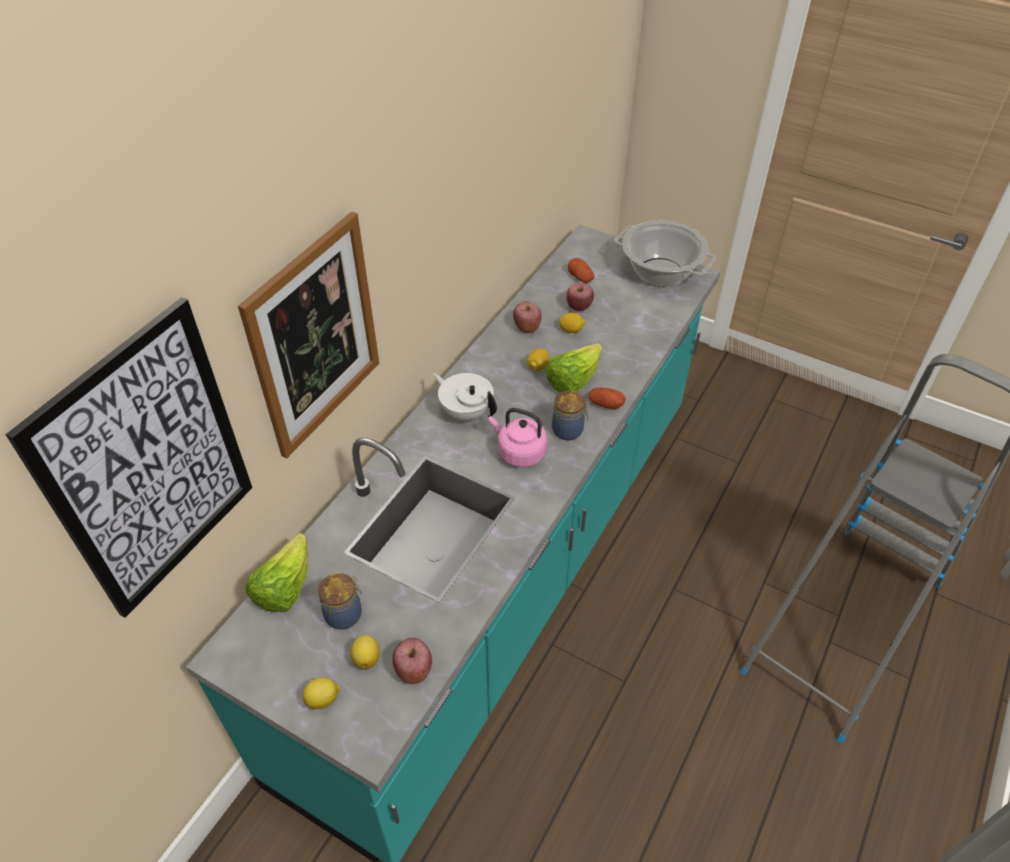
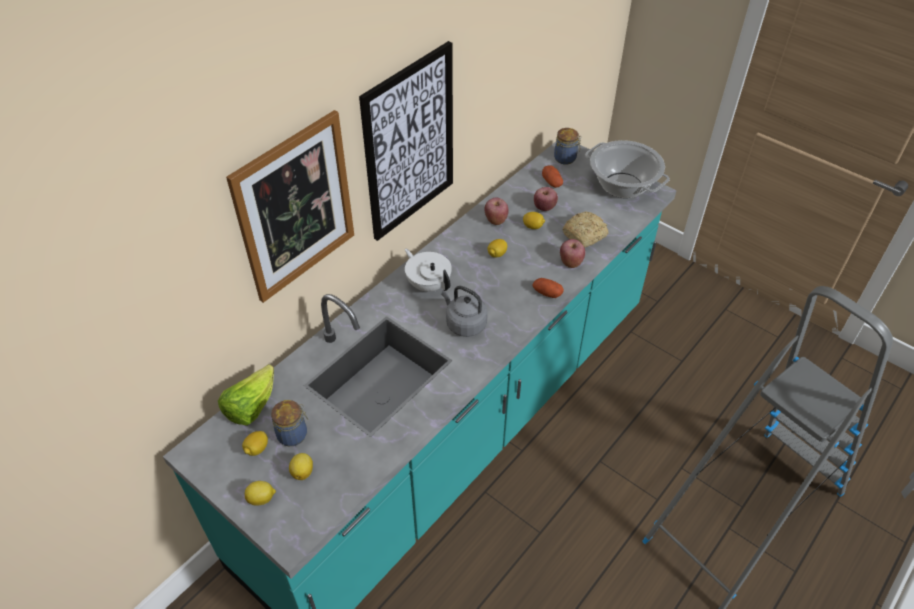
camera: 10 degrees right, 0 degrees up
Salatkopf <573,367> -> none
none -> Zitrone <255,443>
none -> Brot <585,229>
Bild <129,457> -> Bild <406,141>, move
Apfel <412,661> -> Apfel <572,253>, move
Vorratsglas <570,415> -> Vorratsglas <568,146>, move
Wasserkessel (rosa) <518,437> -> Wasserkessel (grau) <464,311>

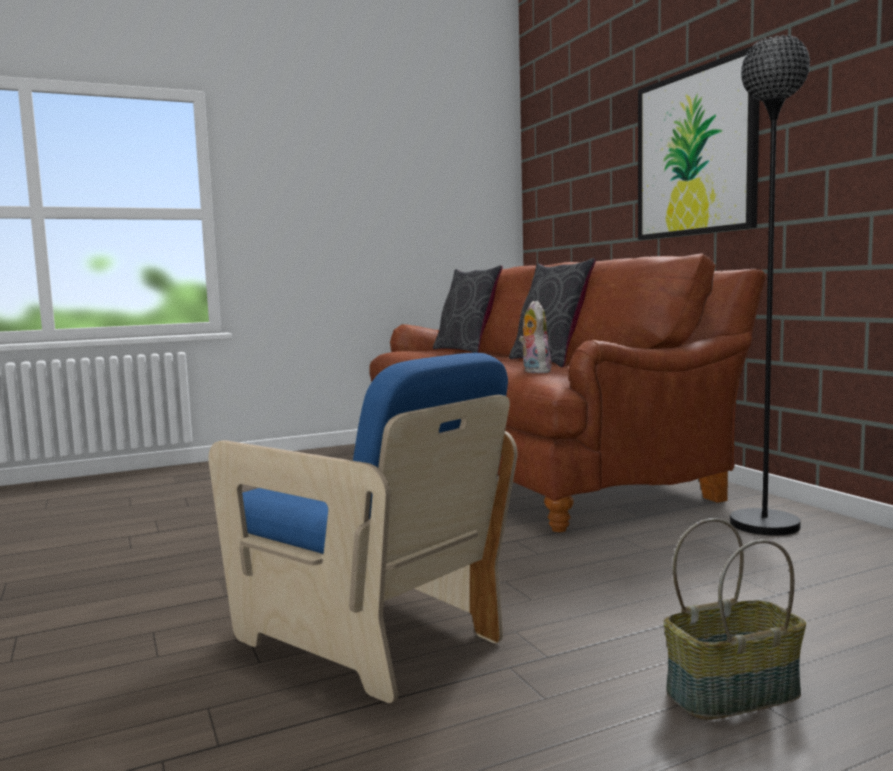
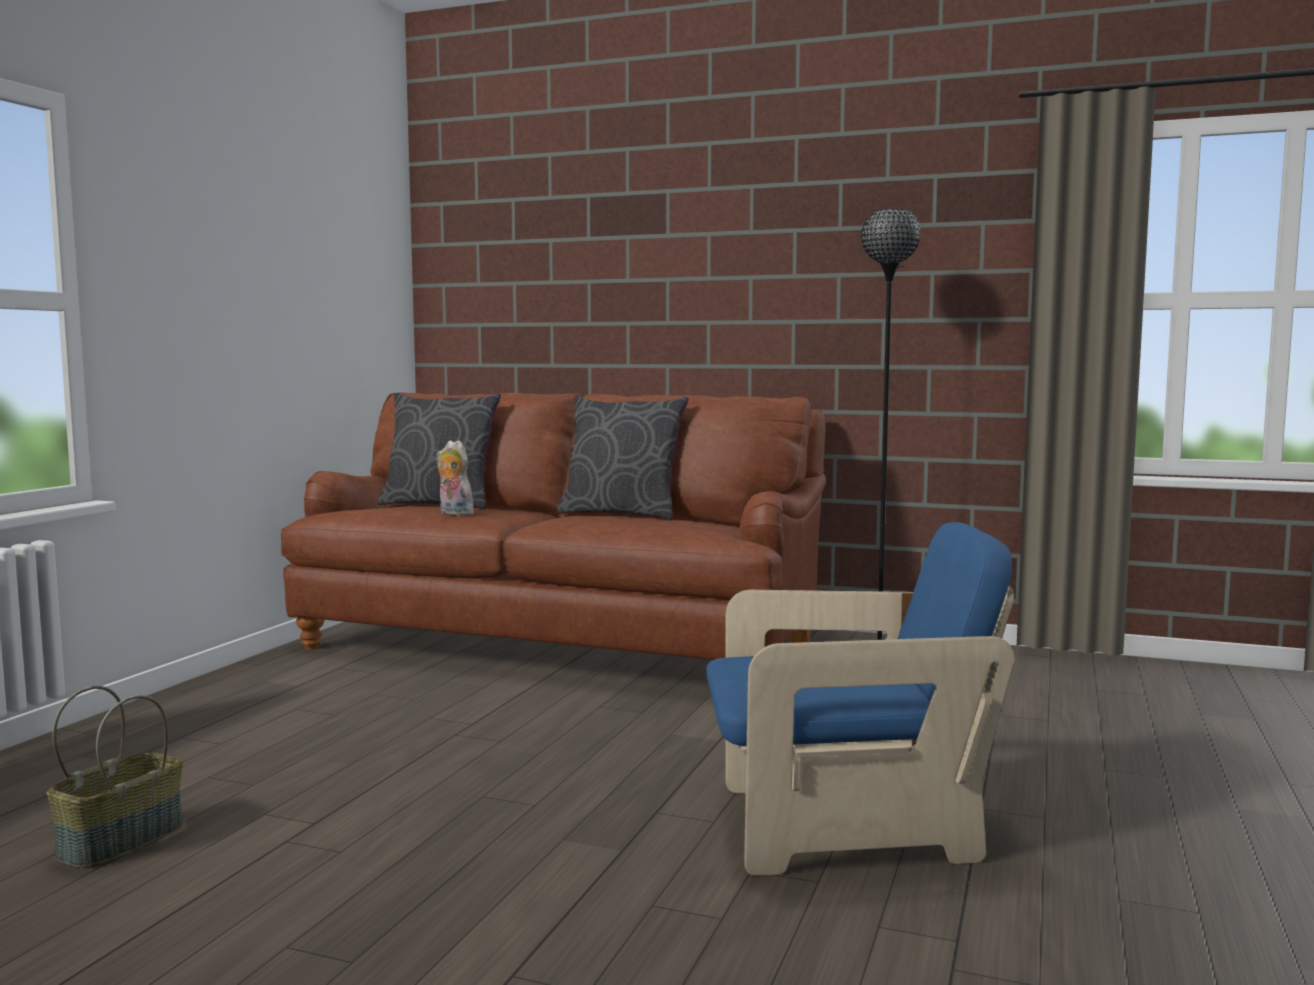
camera: 45 degrees left, 0 degrees up
Bild <698,143> -> none
Plüschtier <535,337> -> Plüschtier <455,478>, move
Korb <734,619> -> Korb <115,777>, move

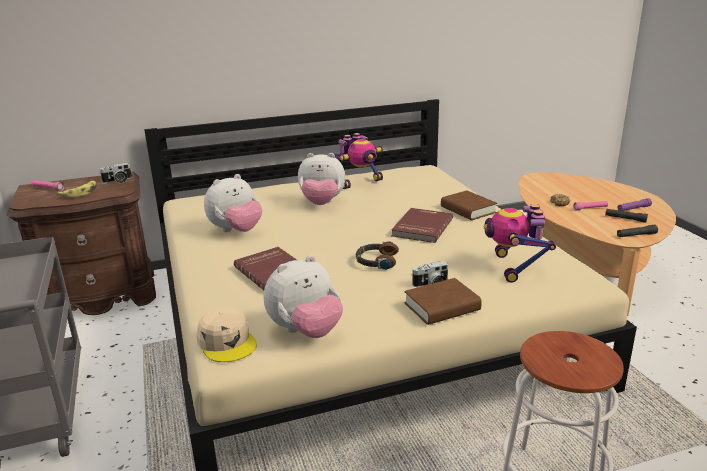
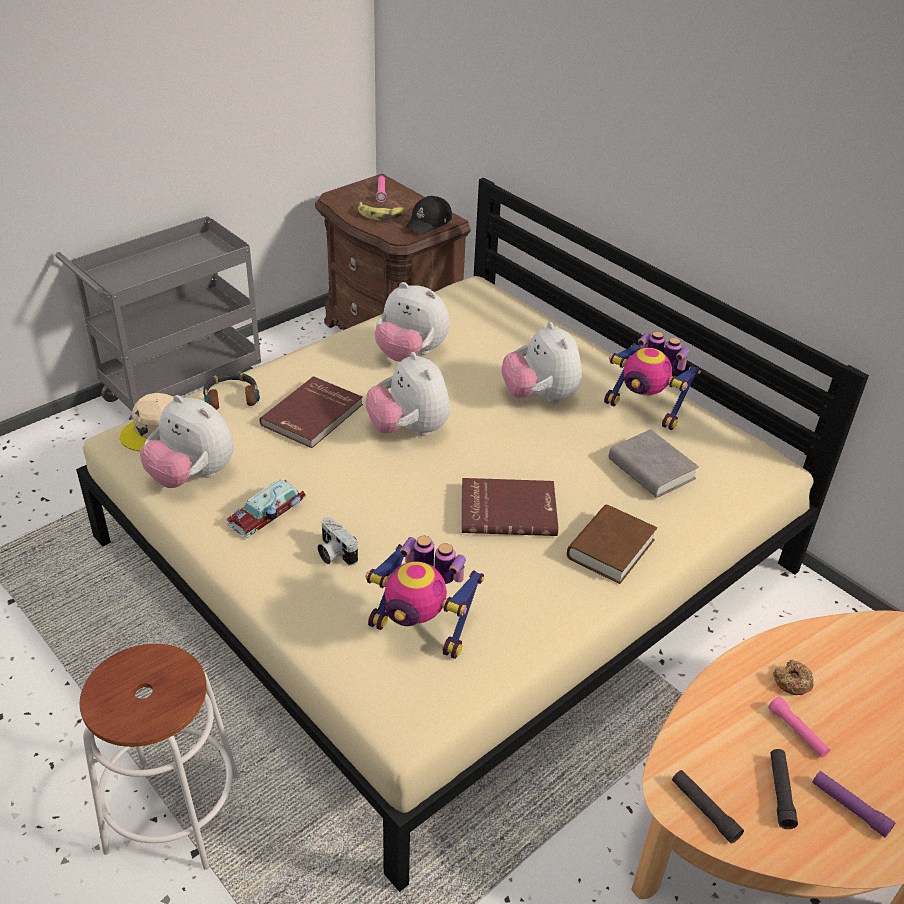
camera: 65 degrees right, 15 degrees up
Buch (braun) <443,301> -> none
none -> Spielzeugauto <266,508>
none -> Plüschtier <408,394>
none -> Buch (grau) <654,463>
Kopfhörer <377,255> -> Kopfhörer <231,391>, move
Kamera <116,172> -> Kappe (schwarz) <429,215>
Spielzeugroboter <520,243> -> Spielzeugroboter <424,597>, 135 degrees counterclockwise

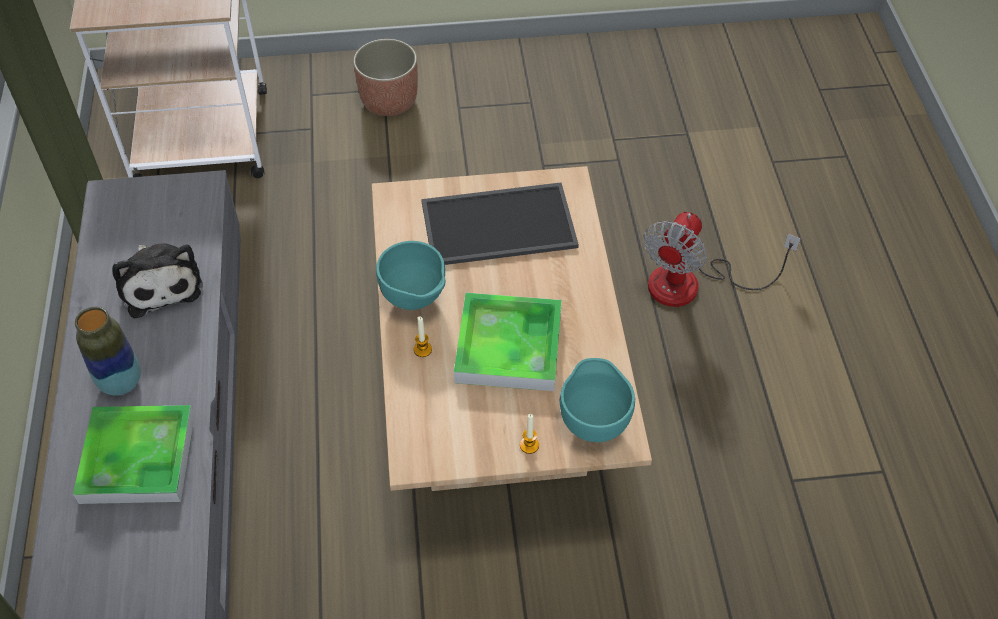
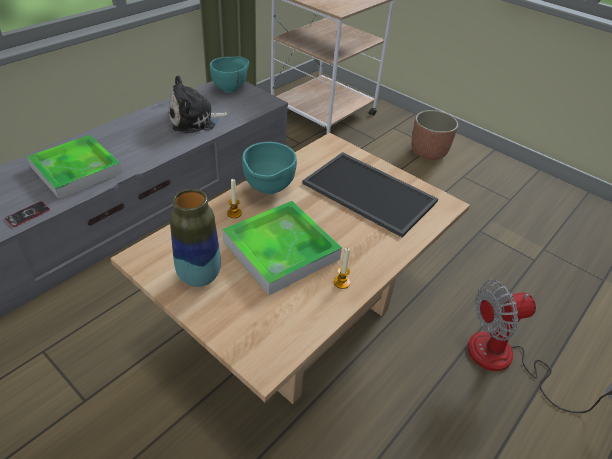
camera: 45 degrees right, 10 degrees down
none -> Handy <27,214>
Vase <108,351> -> Vase <195,238>, move
Kerze <529,434> -> Kerze <342,268>, move
Schüssel (türkis) <597,400> -> Schüssel (türkis) <229,74>, move
Plüschtier <157,281> -> Plüschtier <199,104>, 45 degrees clockwise

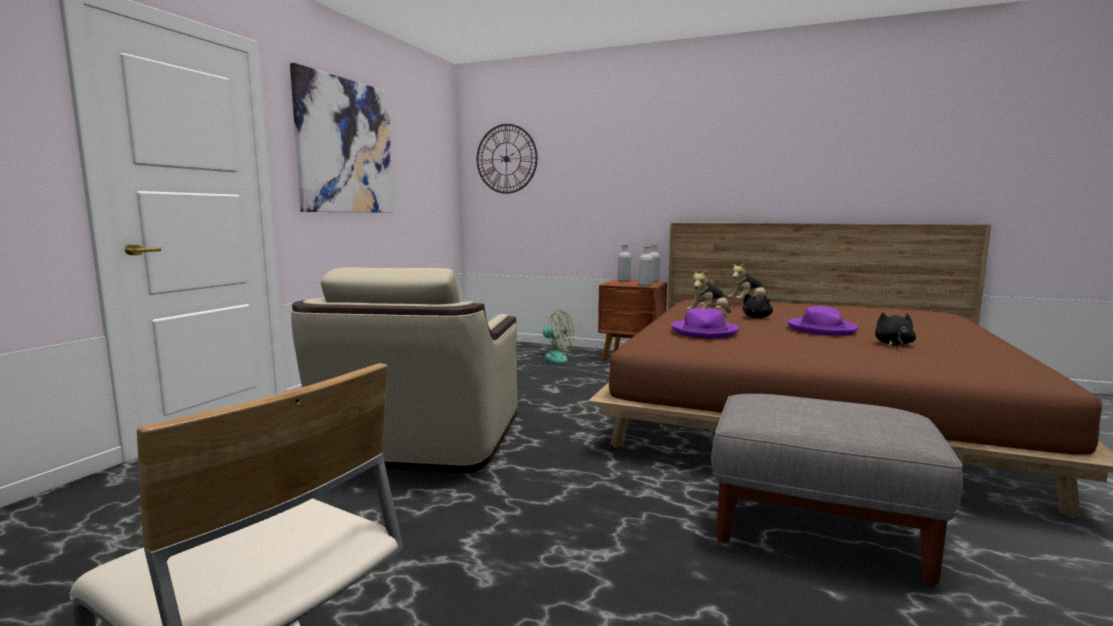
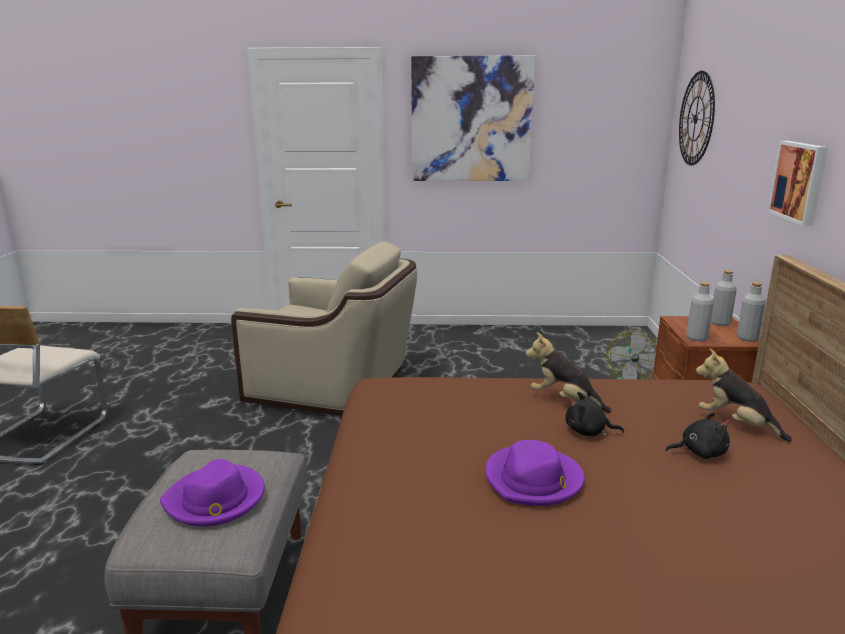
camera: 70 degrees right, 10 degrees up
none -> Bild <797,183>
Hut (lila) <705,323> -> Hut (lila) <212,493>, move
Plüschtier (schwarz) <895,330> -> Plüschtier (schwarz) <697,435>, move
Sessel (beige) <404,370> -> Sessel (beige) <324,329>, 150 degrees counterclockwise

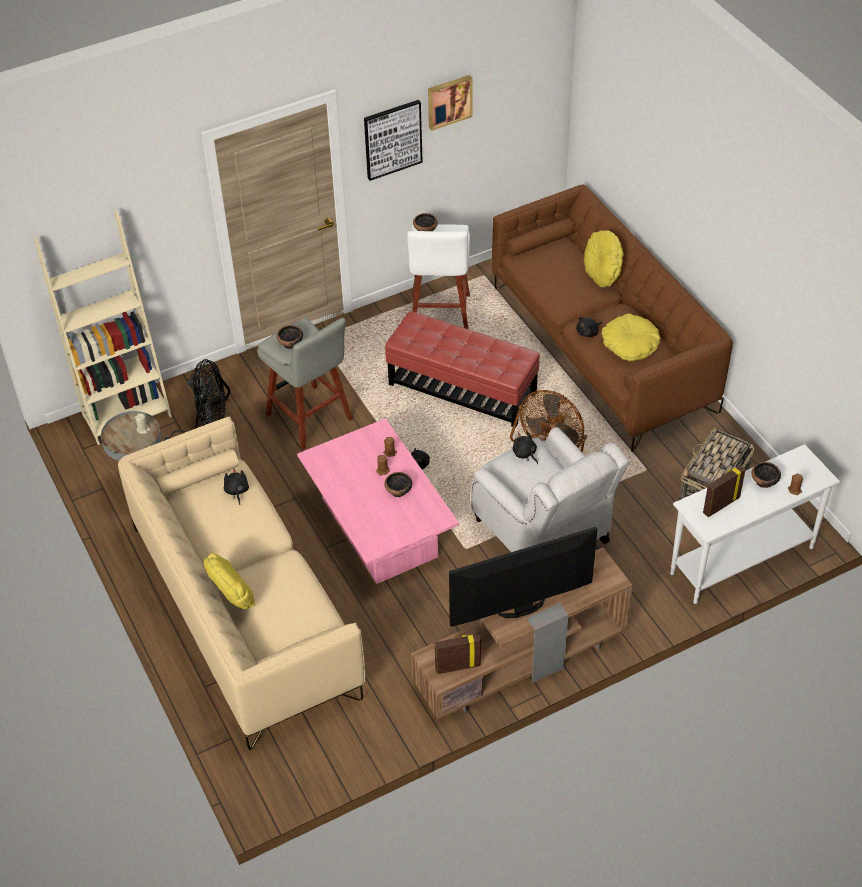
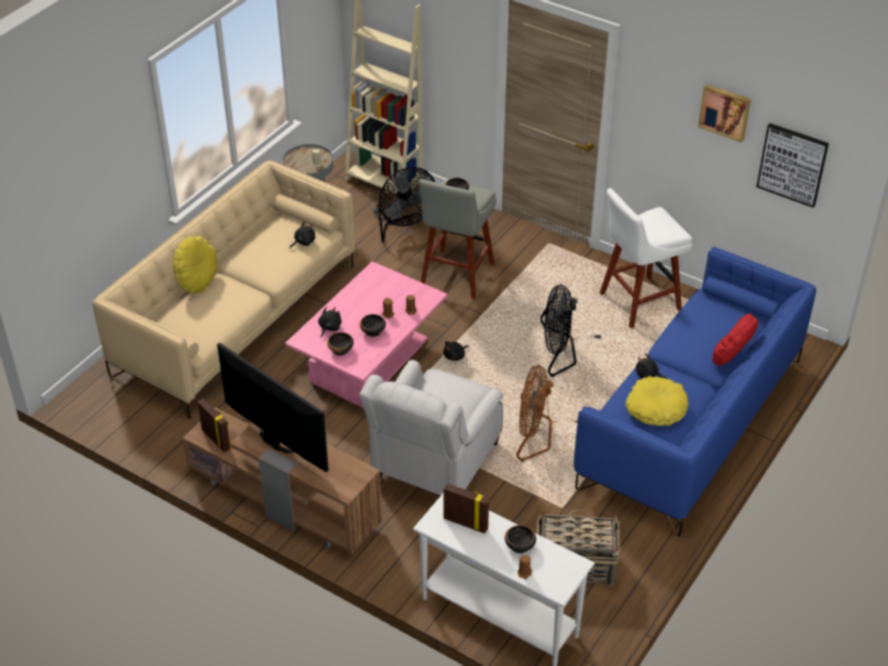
camera: 60 degrees right, 5 degrees down
Bild <393,140> -> Bild <792,165>, move
Schüssel <425,222> -> Schüssel <340,344>, move
Plüschtier (schwarz) <525,448> -> Plüschtier (schwarz) <330,322>, move
Polsterhocker (rot) <462,369> -> Ventilator (schwarz) <571,330>
Sofa (braun) <612,318> -> Sofa (blau) <695,392>
Kissen (gelb) <604,258> -> Kissen (rot) <735,340>

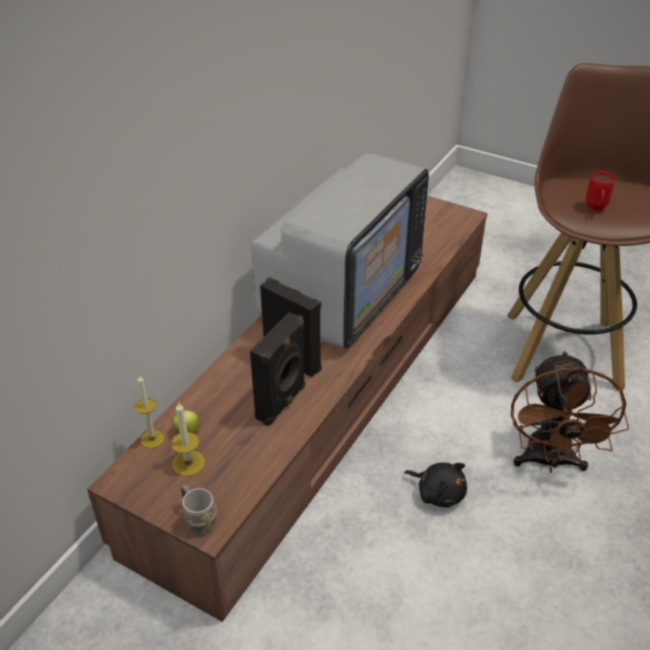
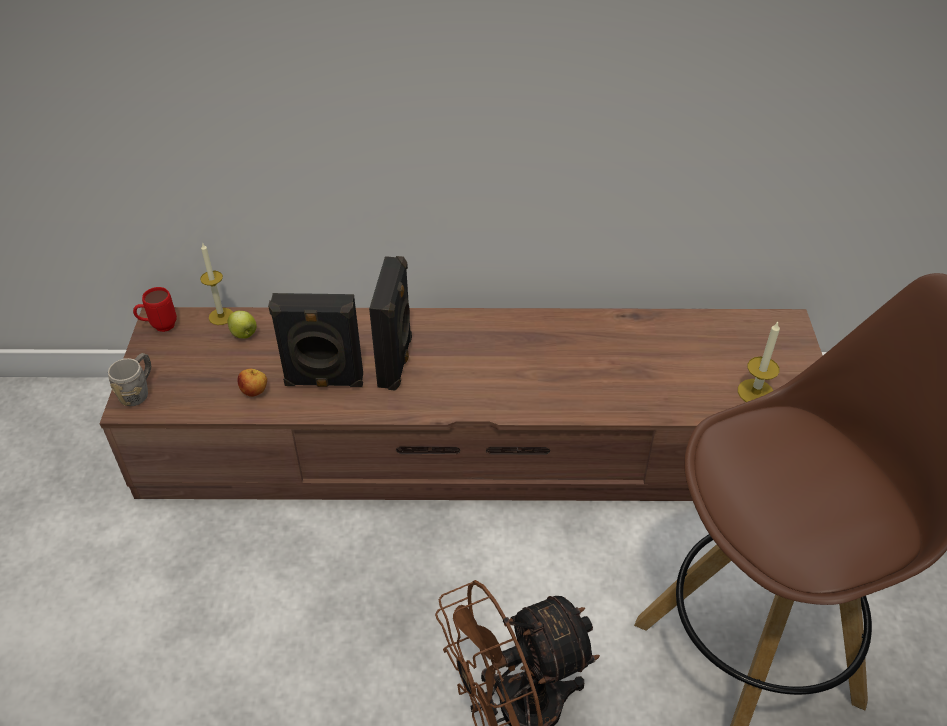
camera: 60 degrees right, 5 degrees up
Fernseher <340,251> -> none
Plüschtier (schwarz) <436,485> -> none
none -> Apfel <252,383>
Kerze <188,438> -> Kerze <759,362>, move
Henkelbecher (rot) <600,191> -> Henkelbecher (rot) <155,309>, move

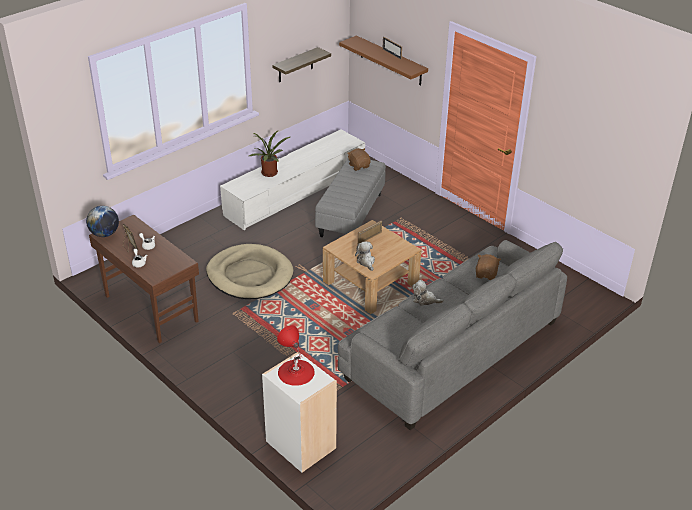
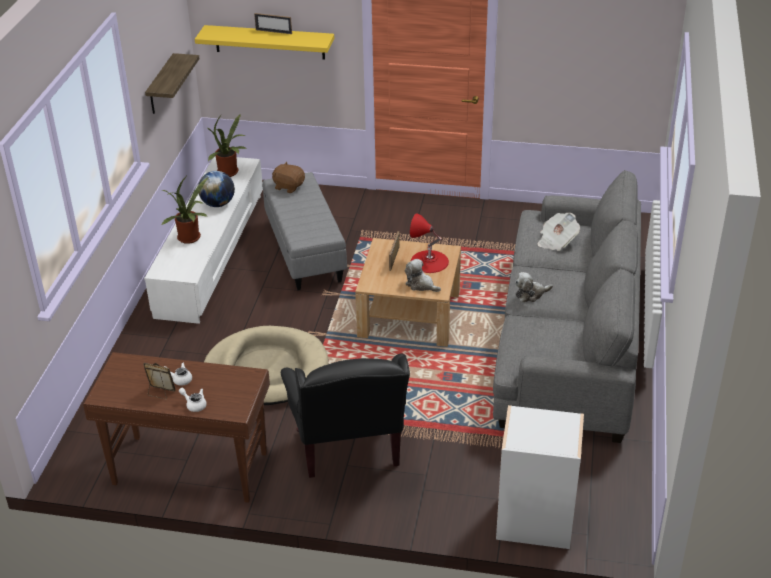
camera: 35 degrees left, 0 degrees up
none -> Topfpflanze <227,145>
none -> Sessel (schwarz) <345,415>
Globus <102,221> -> Globus <216,189>, move
Tischlampe (rot) <296,355> -> Tischlampe (rot) <429,243>, move
Plüschtier (braun) <488,267> -> Zeitung <558,232>
Wandregal (braun) <383,60> -> Wandregal (gelb) <264,42>

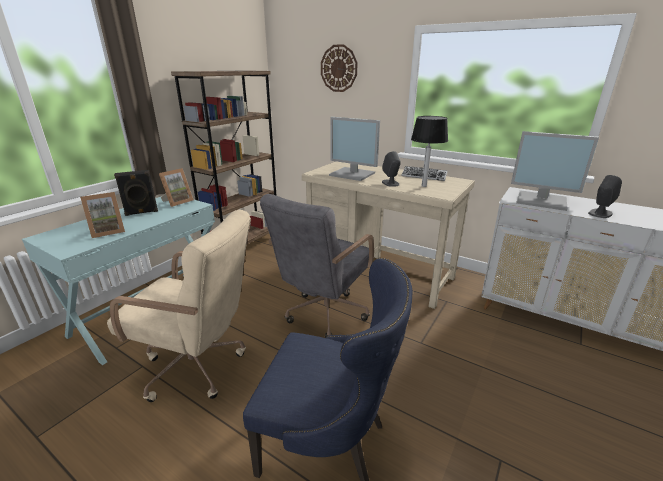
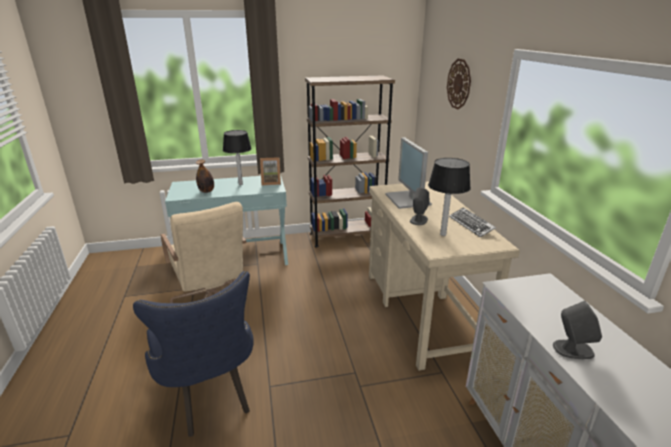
camera: 45 degrees right, 0 degrees up
Bürostuhl (grau) <317,266> -> none
Monitor <555,171> -> none
Bilderrahmen <102,215> -> Flasche <205,176>
Lautsprecher (schwarz) <136,193> -> Tischlampe <237,157>

